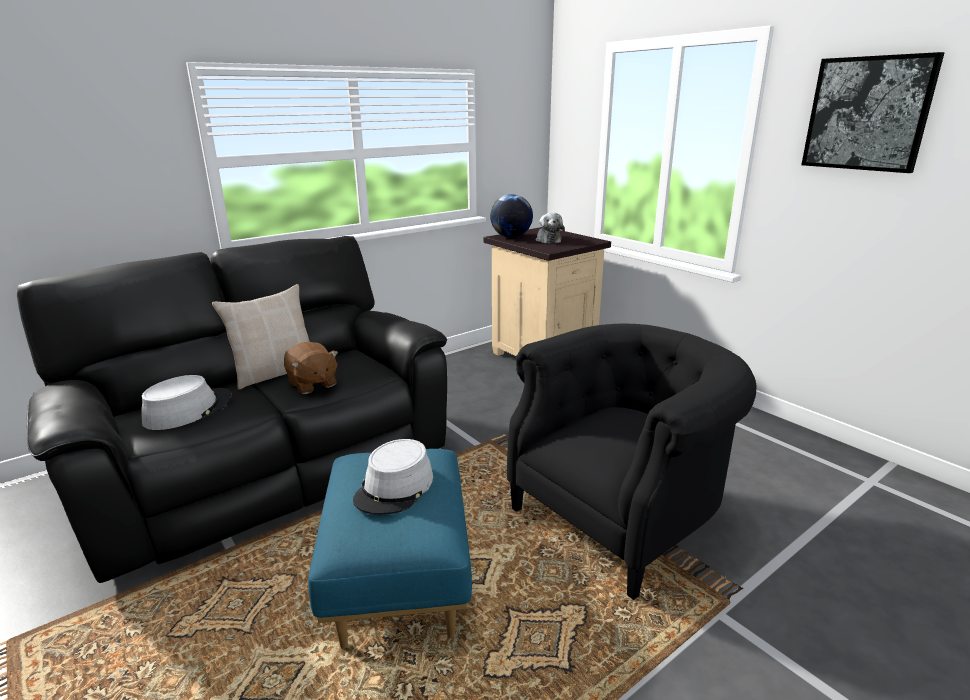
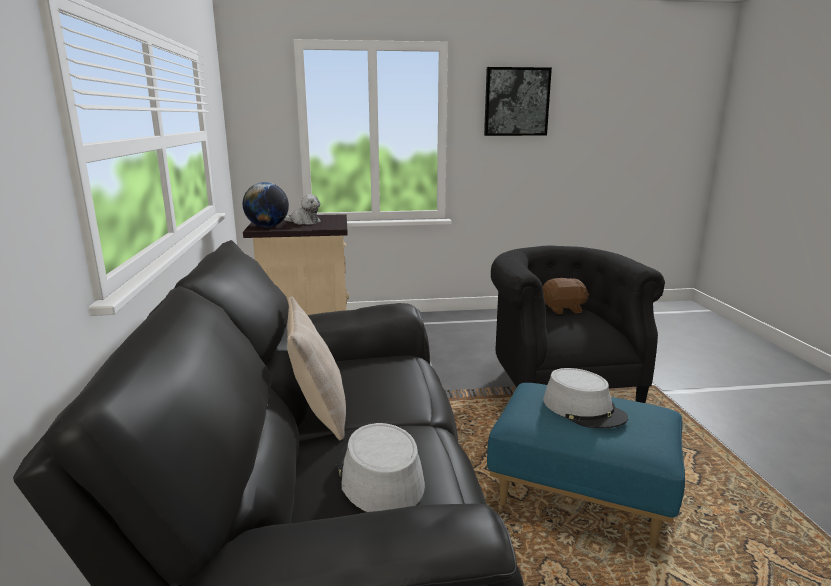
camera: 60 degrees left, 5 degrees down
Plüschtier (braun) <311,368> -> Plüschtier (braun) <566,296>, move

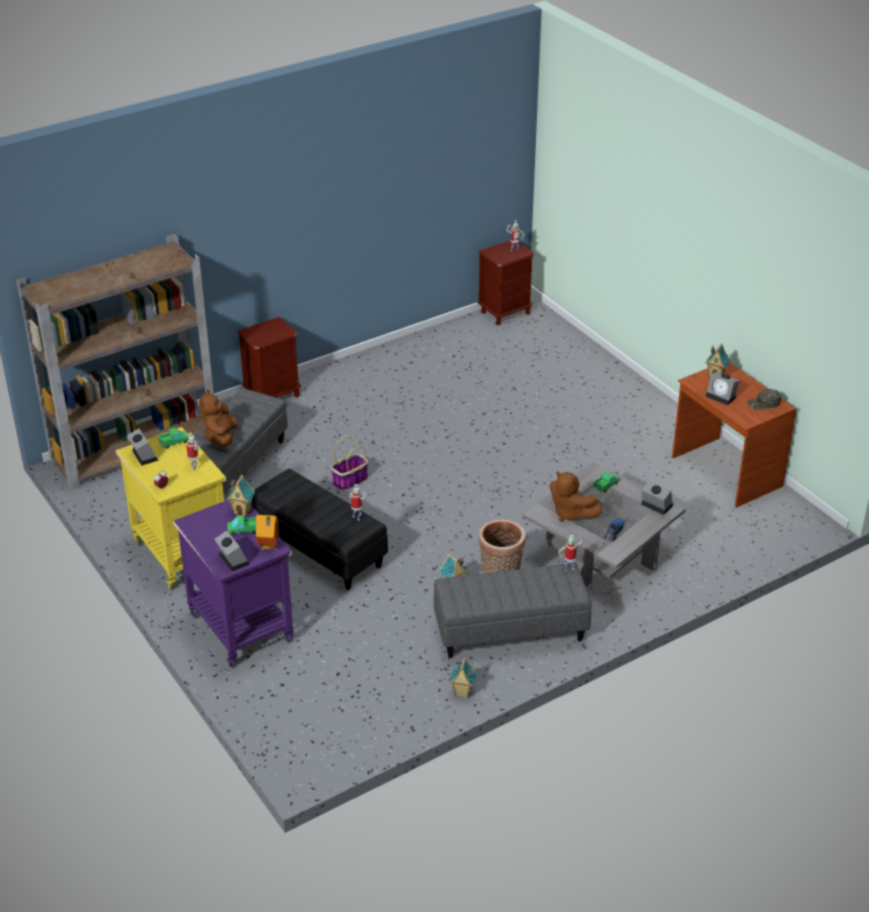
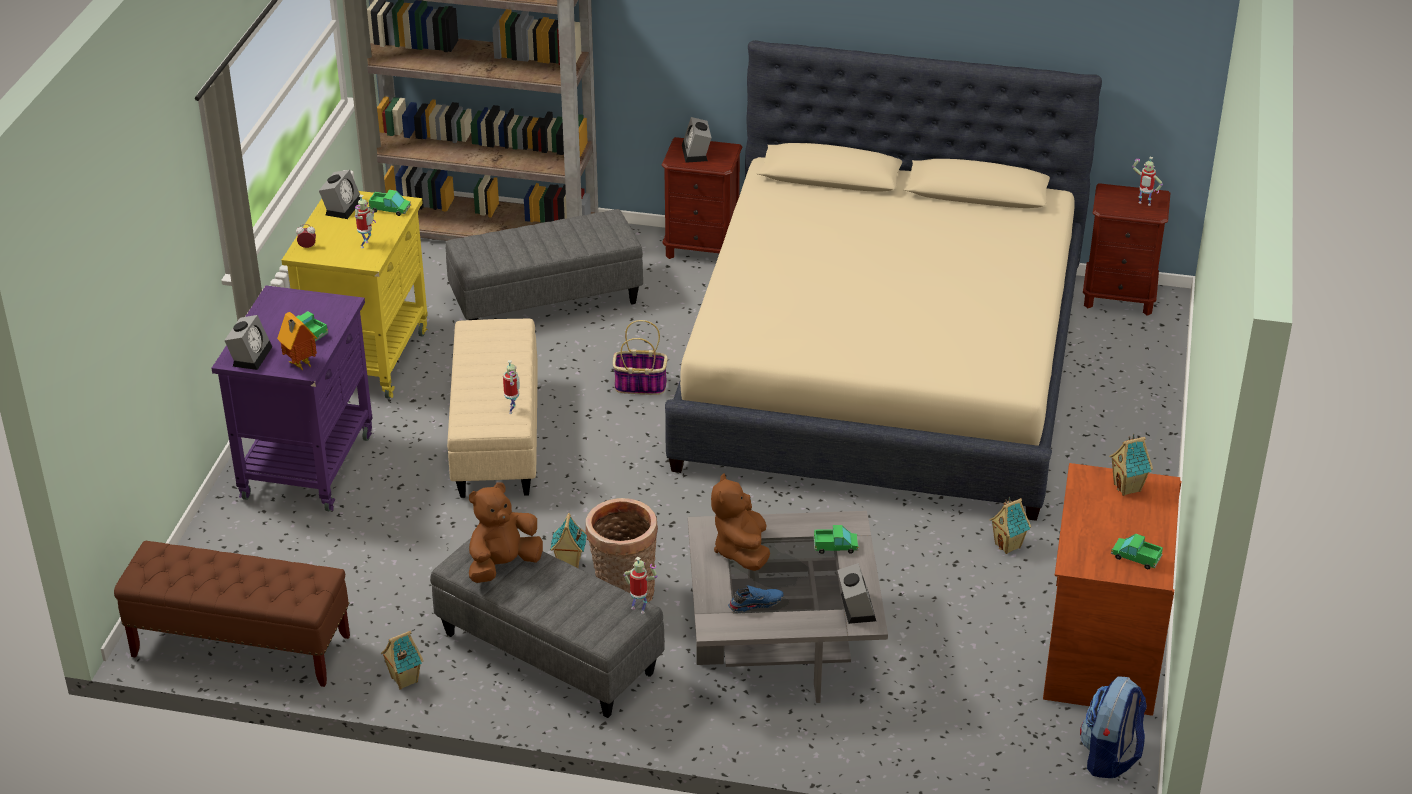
camera: 45 degrees right, 0 degrees up
none -> Bank (braun) <232,614>
none -> Bett (beige) <883,280>
none -> Rucksack <1113,727>
Plüschtier (braun) <218,419> -> Plüschtier (braun) <506,532>, move
Spielzeughaus <241,496> -> Spielzeughaus <1010,525>, move
Wecker <723,388> -> Wecker <696,140>, move
Kappe (grün) <764,399> -> Spielzeuglaster <1137,551>
Polsterhocker (schwarz) <319,529> -> Polsterhocker (beige) <492,408>

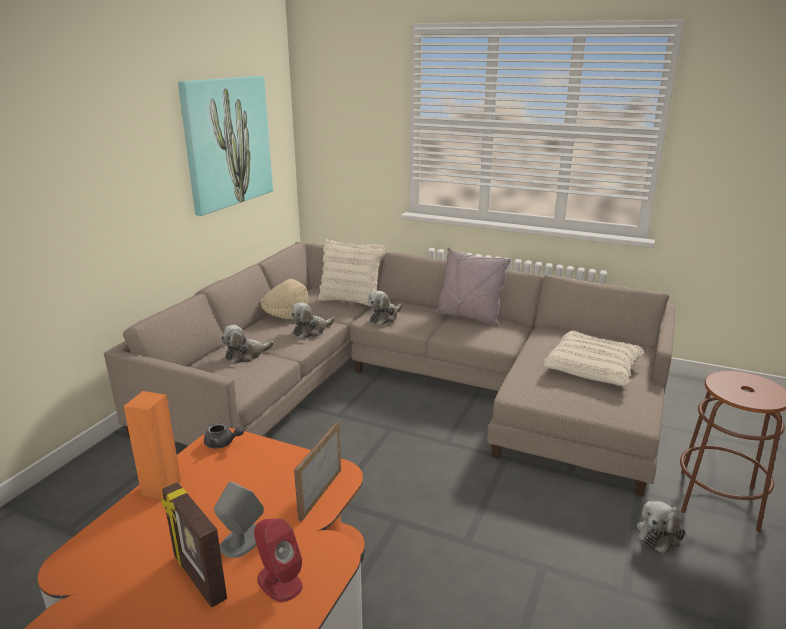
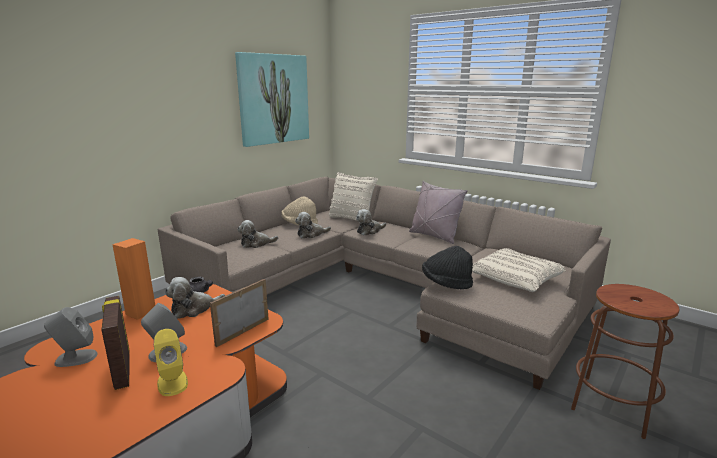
camera: 15 degrees right, 5 degrees down
none -> Lautsprecher (grau) <70,337>
none -> Hut (schwarz) <447,267>
Plüschtier <661,527> -> Plüschtier <195,298>, move
Lautsprecher (rot) <278,560> -> Lautsprecher (gelb) <171,362>

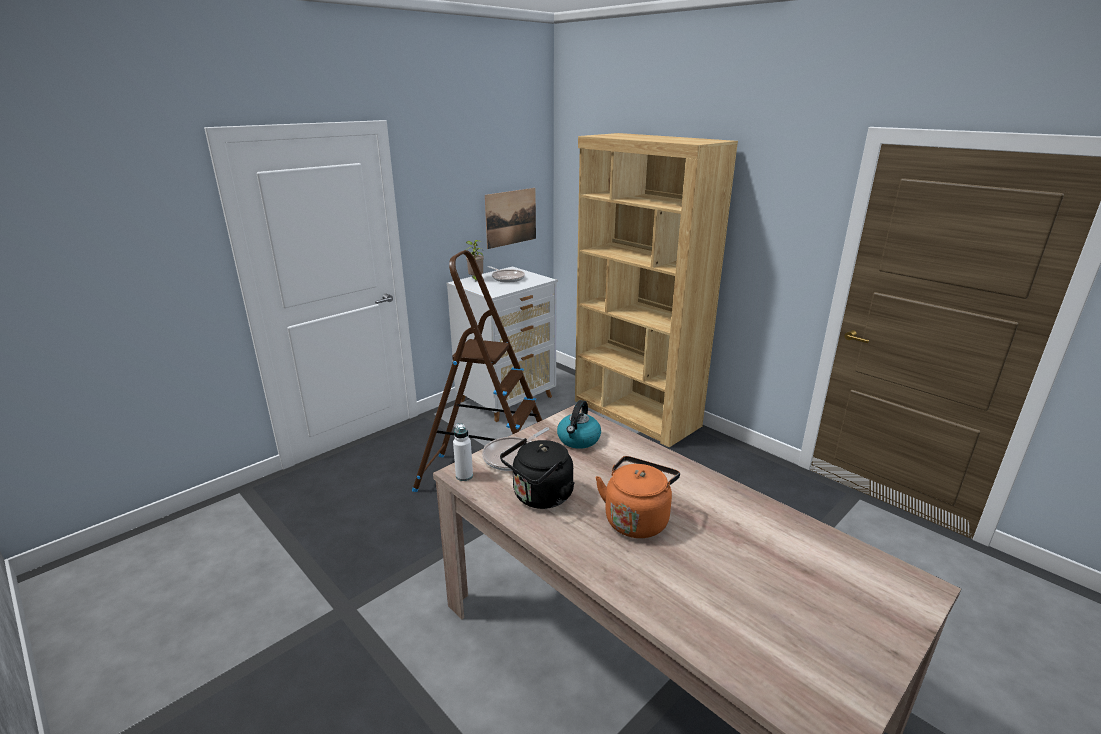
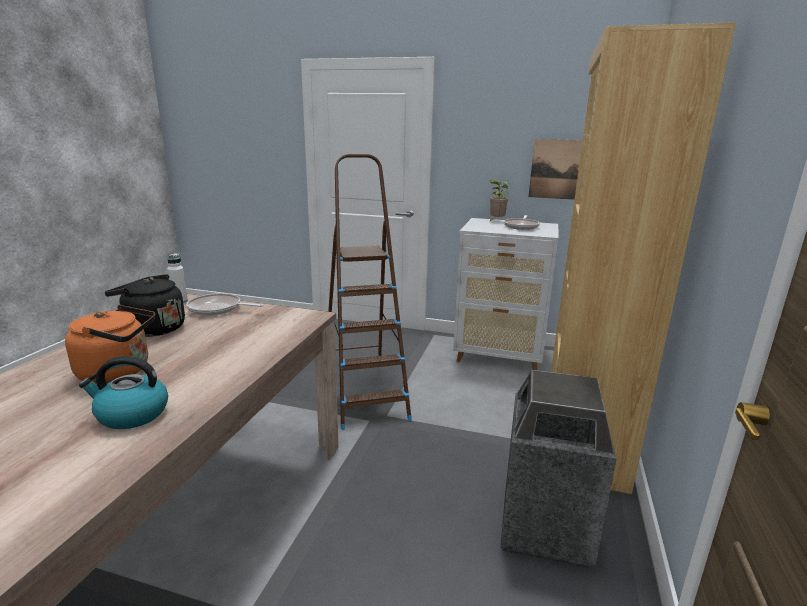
camera: 60 degrees right, 5 degrees down
none -> Mülleimer <558,469>
Wasserkessel <579,424> -> Wasserkessel <123,392>, move

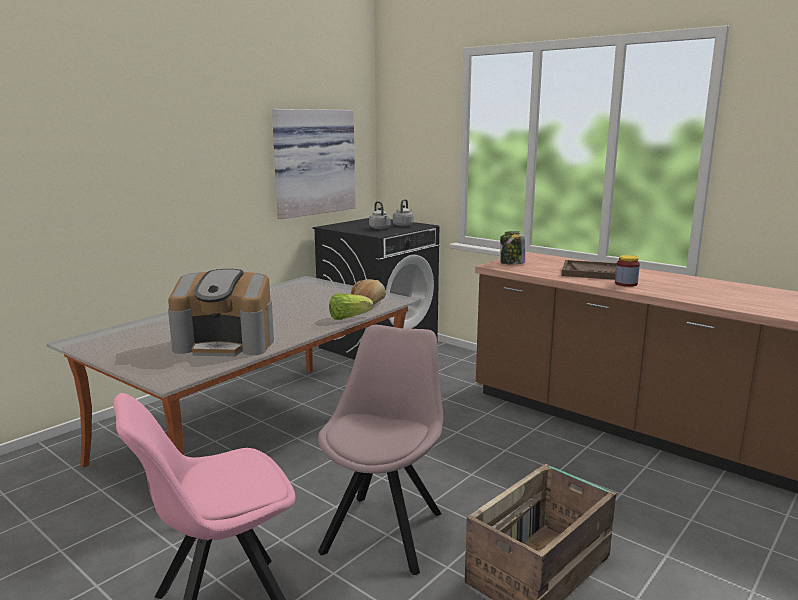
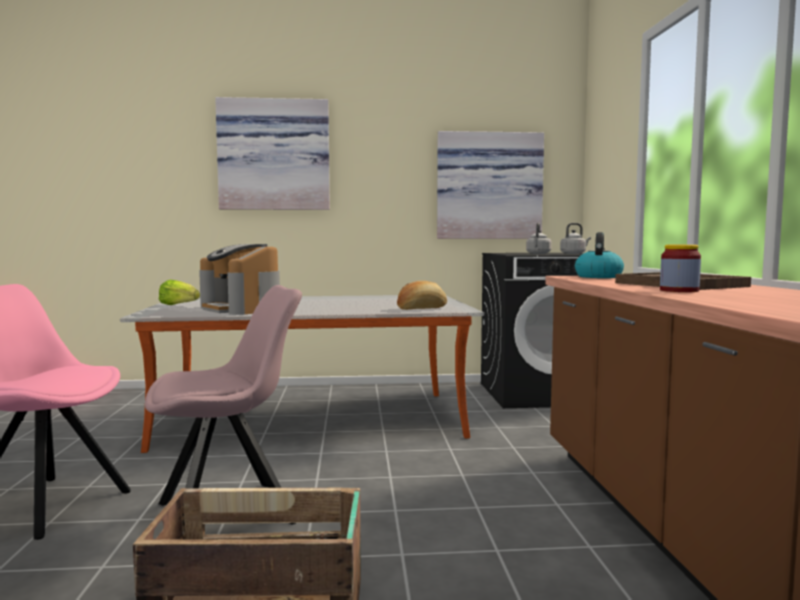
camera: 45 degrees right, 10 degrees down
none -> Bild <272,153>
Salatkopf <351,306> -> Salatkopf <179,292>, move
Vorratsglas <512,247> -> Wasserkessel <599,255>

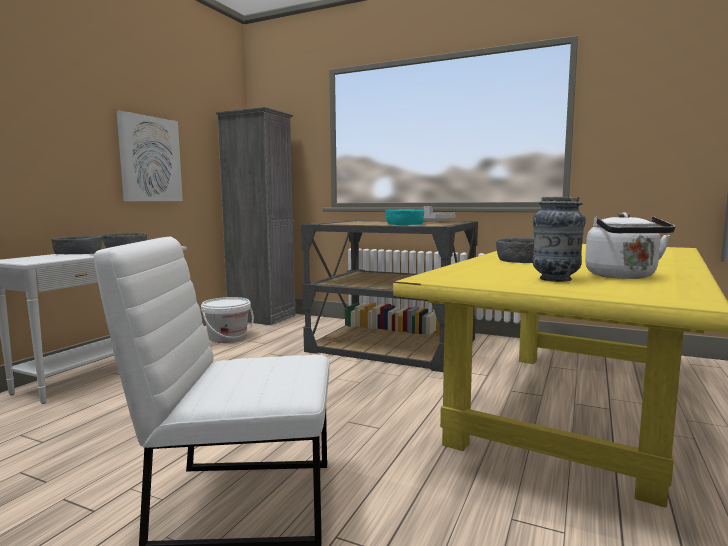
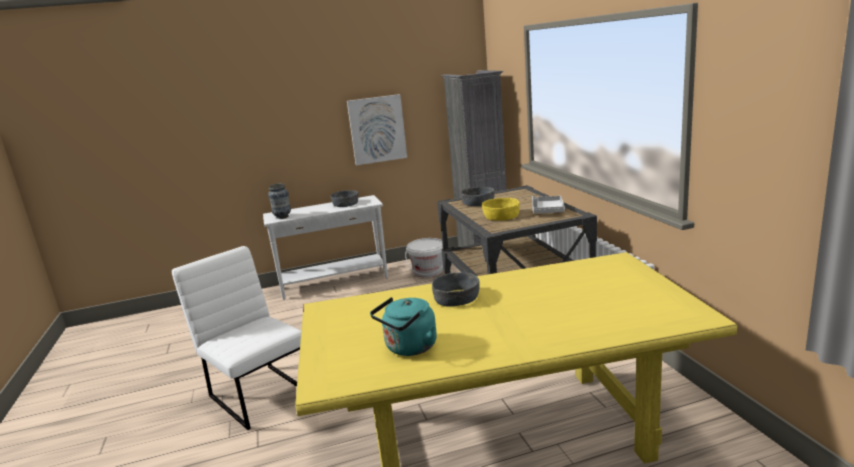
camera: 50 degrees right, 10 degrees up
Schüssel (grau) <77,245> -> Schüssel (grau) <478,196>, move
Vase <559,239> -> Vase <279,201>, move
Schüssel (türkis) <404,217> -> Schüssel (gelb) <501,209>
Wasserkessel (weiß) <630,245> -> Wasserkessel (türkis) <403,326>

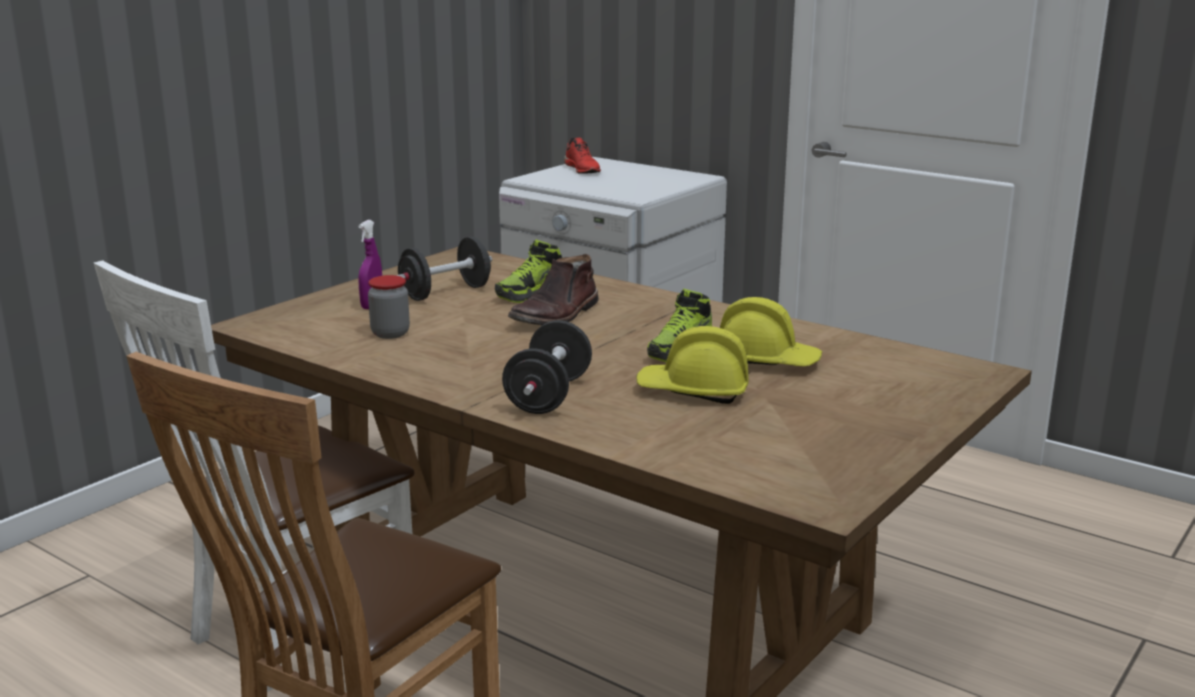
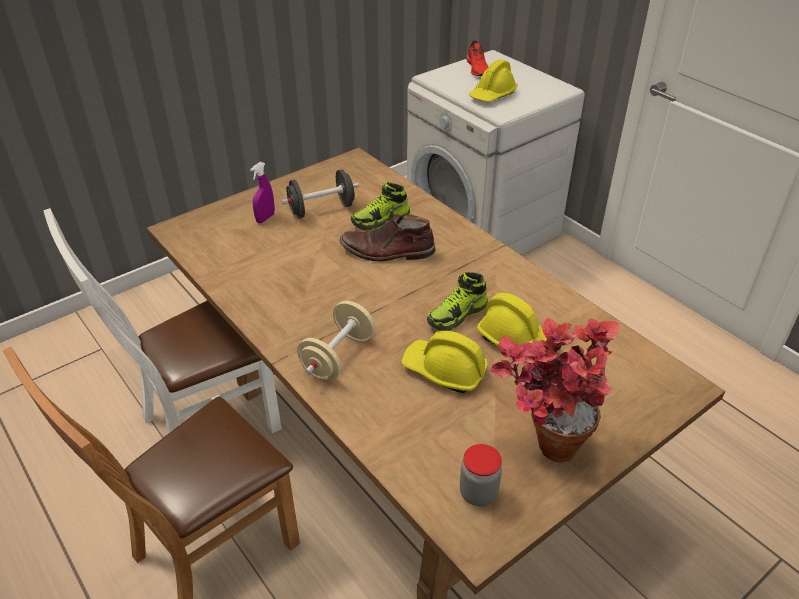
camera: 15 degrees right, 20 degrees up
none -> Schutzhelm (gelb) <493,80>
none -> Topfpflanze <554,390>
Vorratsglas <389,307> -> Vorratsglas <481,475>, move
Hantel (schwarz) <547,367> -> Hantel (beige) <336,340>
Stiefel (braun) <553,289> -> Stiefel (braun) <387,237>, 45 degrees clockwise

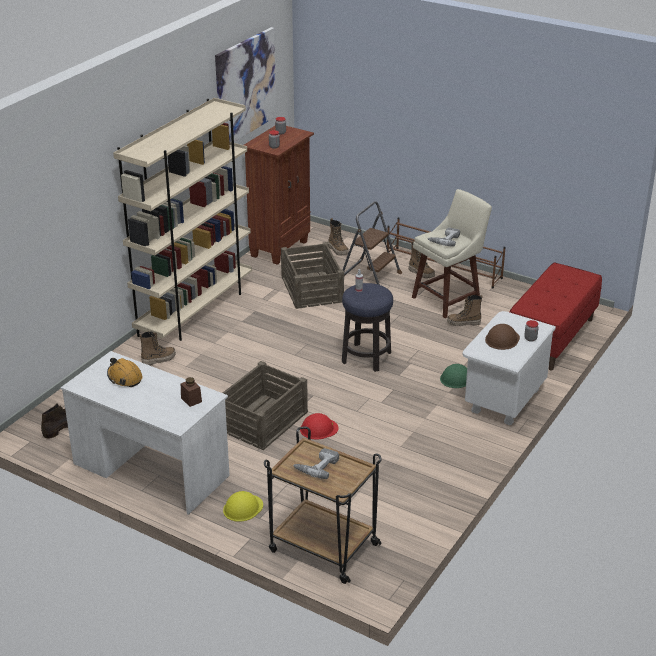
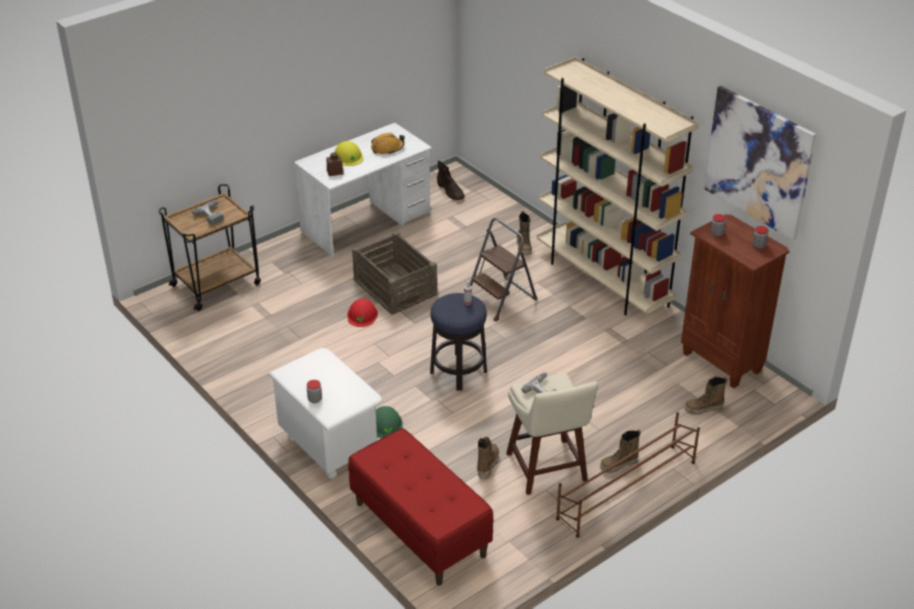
camera: 110 degrees right, 5 degrees up
Kiste <312,275> -> none
Schutzhelm (braun) <502,337> -> none
Schutzhelm (gelb) <243,506> -> Schutzhelm (gelb) <348,153>, move
Trittleiter (braun) <372,243> -> Trittleiter (braun) <503,270>, move

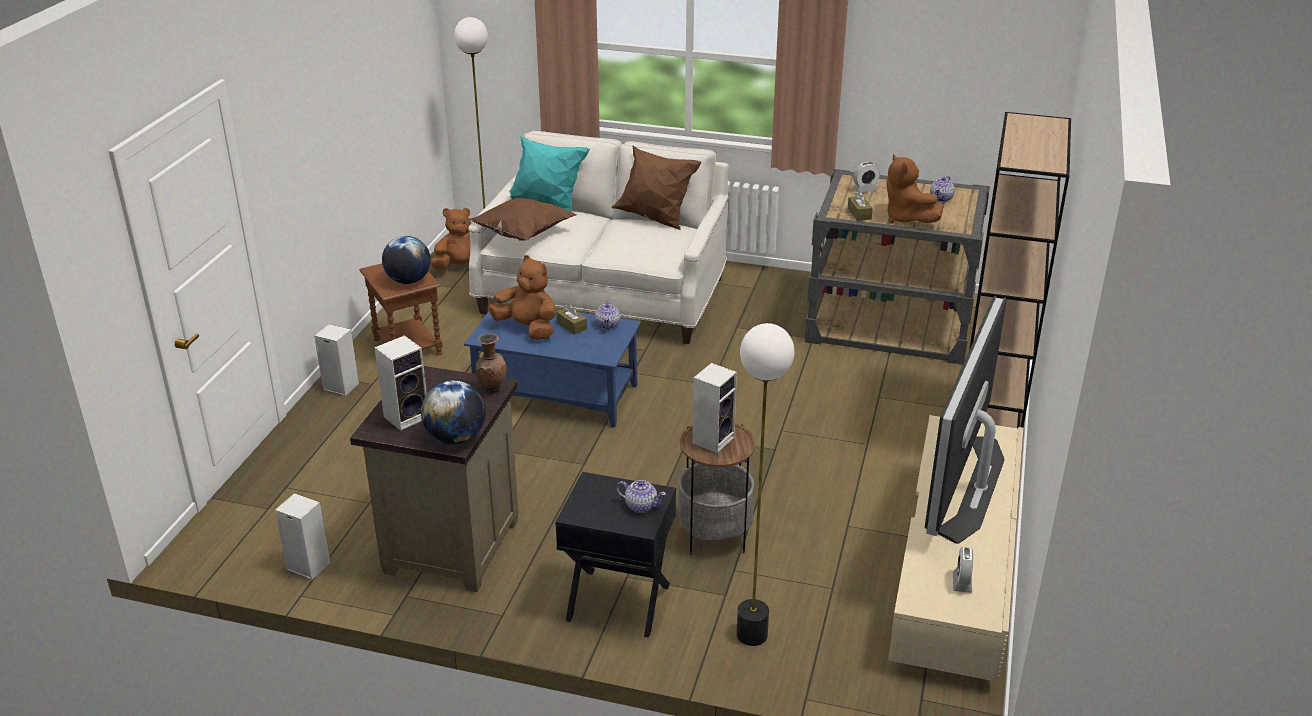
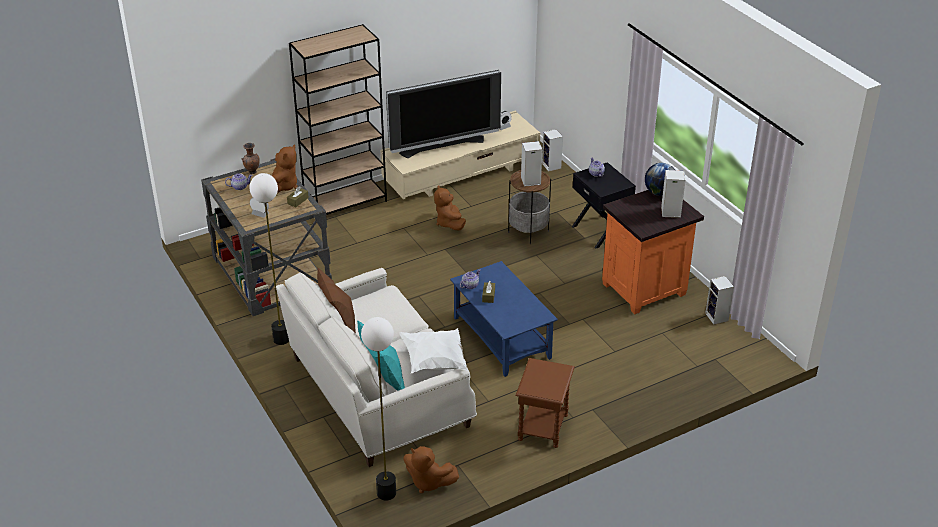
camera: 135 degrees left, 5 degrees up
Globus <406,260> -> none
Lautsprecher <336,360> -> Lautsprecher <552,150>, move
Vase (braun) <491,363> -> Vase (braun) <251,158>, move
Plüschtier (braun) <523,297> -> Plüschtier (braun) <450,207>, move
Stehlampe <765,484> -> Stehlampe <269,259>, move
Schrank (beige) <434,479> -> Schrank (orange) <653,252>
Kissen (braun) <522,218> -> Kissen (weiß) <434,350>

